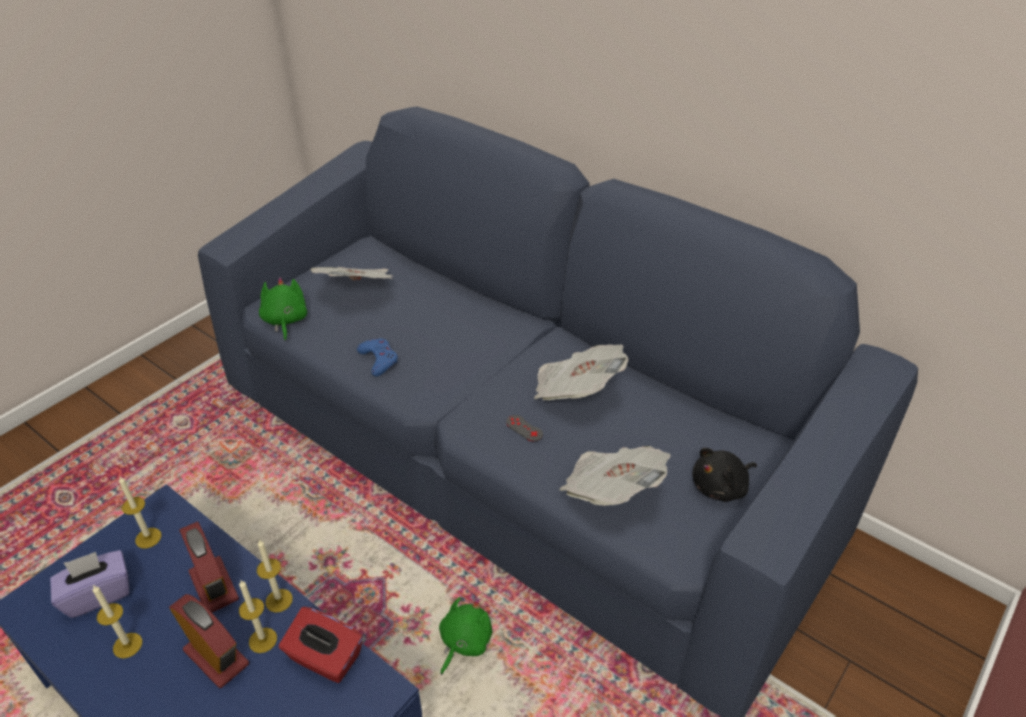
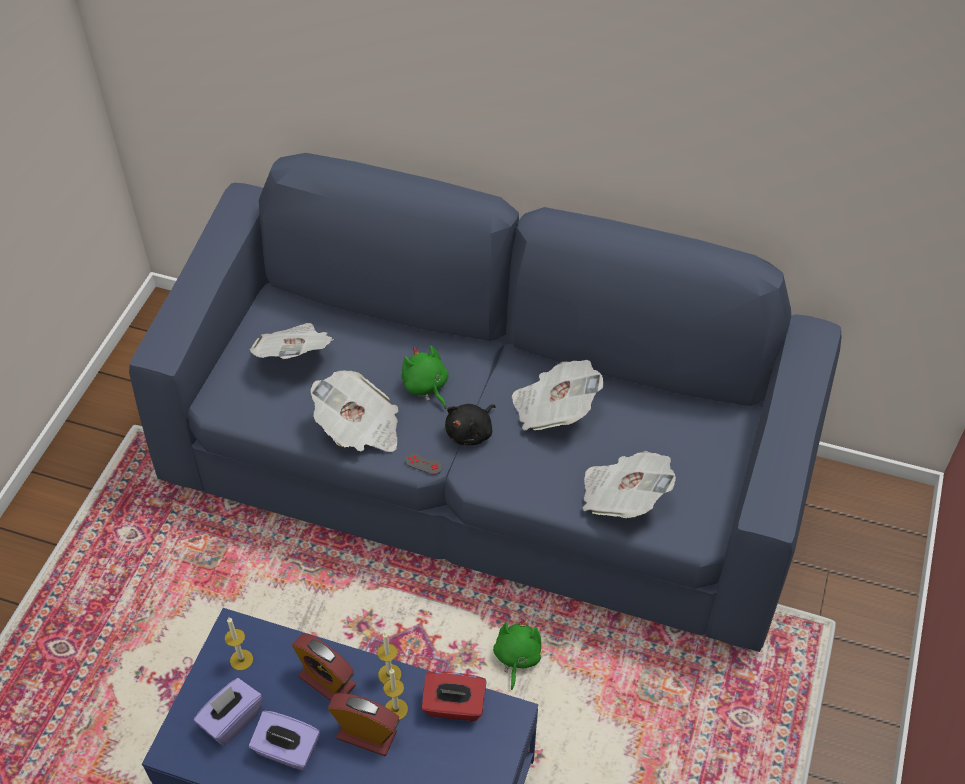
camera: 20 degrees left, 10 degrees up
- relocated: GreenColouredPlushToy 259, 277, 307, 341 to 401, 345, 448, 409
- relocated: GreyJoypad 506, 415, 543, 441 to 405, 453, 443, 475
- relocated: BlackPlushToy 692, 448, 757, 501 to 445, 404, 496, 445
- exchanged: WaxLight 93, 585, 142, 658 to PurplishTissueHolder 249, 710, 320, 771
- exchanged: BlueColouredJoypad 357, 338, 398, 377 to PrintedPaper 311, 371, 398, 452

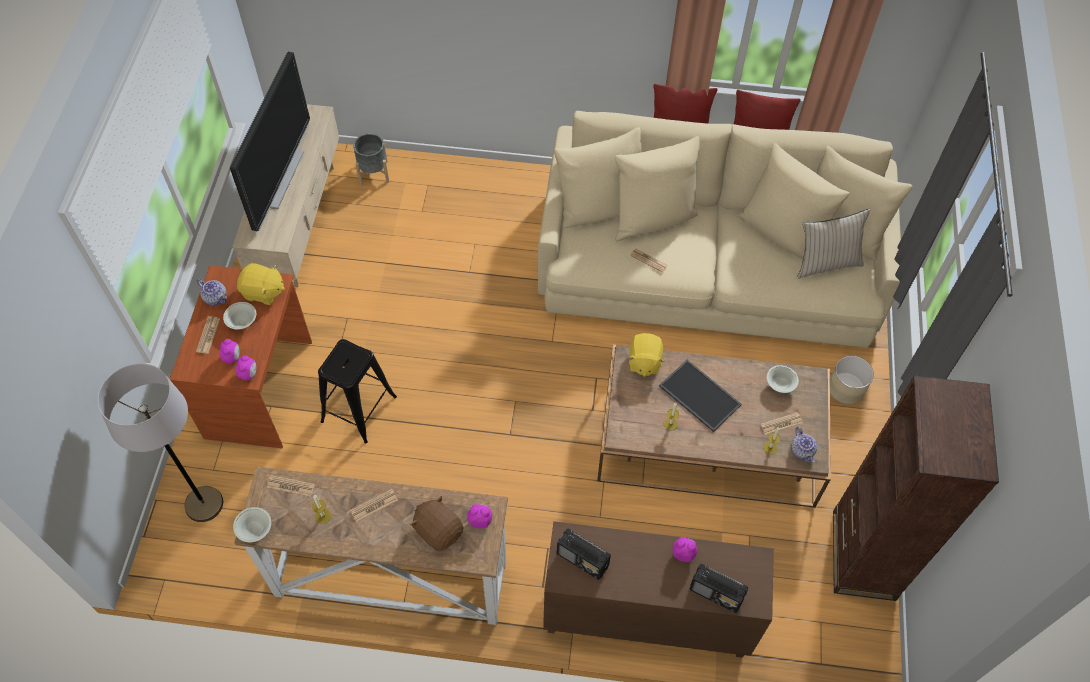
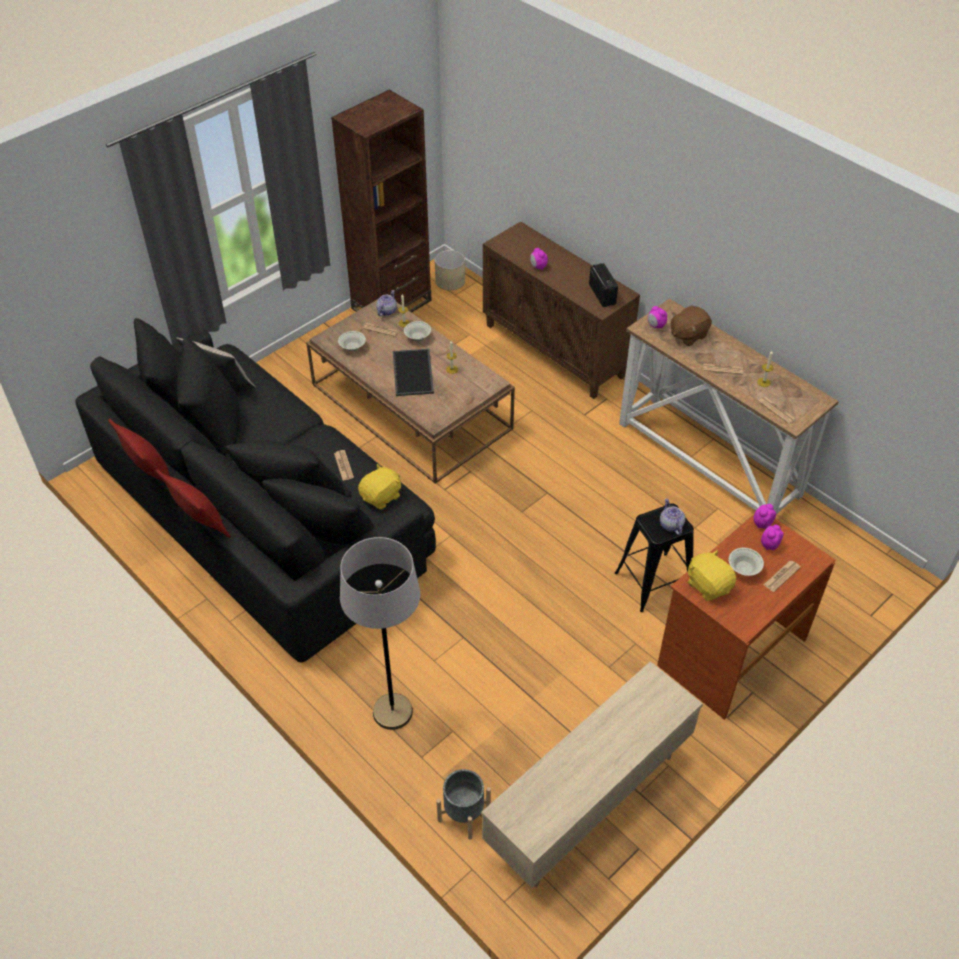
camera: 140 degrees left, 10 degrees down
- missing: Television 230, 52, 310, 231
- missing: RadioReceiver 690, 564, 748, 613
- relocated: GreyStandardLamp 97, 363, 223, 522 to 340, 537, 420, 730
- relocated: PotForTea 197, 279, 227, 306 to 660, 498, 685, 535
- relocated: WhitishServingBowl 233, 507, 271, 542 to 404, 321, 431, 341
- relocated: YellowPlushToy 628, 333, 664, 377 to 358, 464, 401, 509
- relocated: SandColouredPlantPot 830, 355, 874, 404 to 434, 250, 465, 291
- colour: SandColouredSofa 538, 111, 912, 348 to BlackSofa 75, 318, 436, 662
- spun: BrownPlushToy 411, 496, 463, 551 = 671, 305, 712, 346 60 degrees clockwise

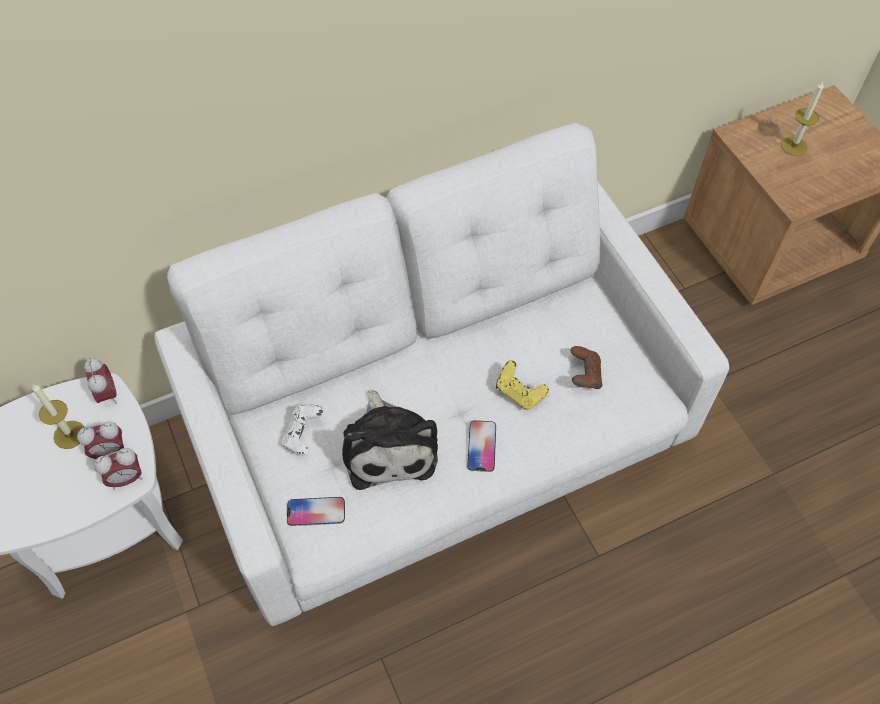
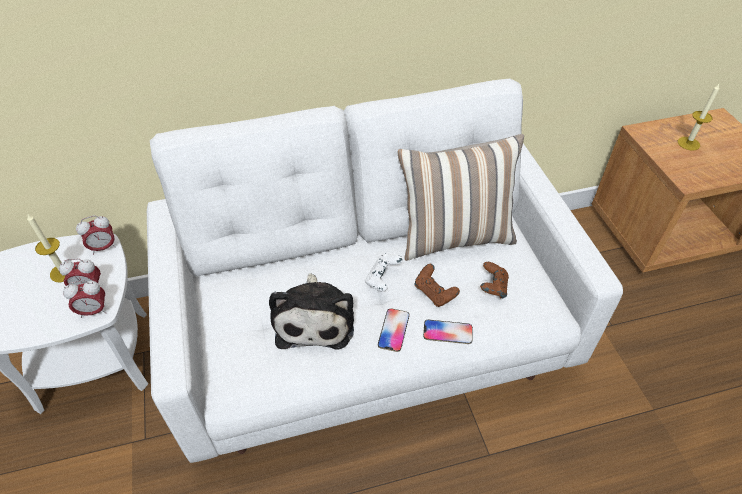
camera: 10 degrees right, 10 degrees down
- appeared: Pillow 397, 134, 524, 261
- relocated: WhitishJoypad 281, 405, 324, 455 to 365, 253, 403, 292
- relocated: Handset 287, 497, 345, 526 to 423, 320, 473, 344
- colour: YellowJoypad 496, 360, 549, 410 to BrownJoypad 414, 264, 460, 307
- spun: BedsideClock 84, 358, 117, 404 = 76, 215, 116, 255 75 degrees clockwise

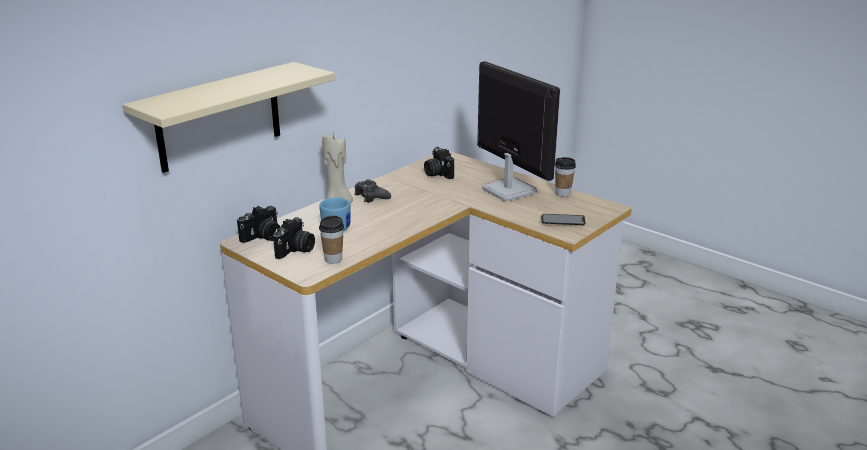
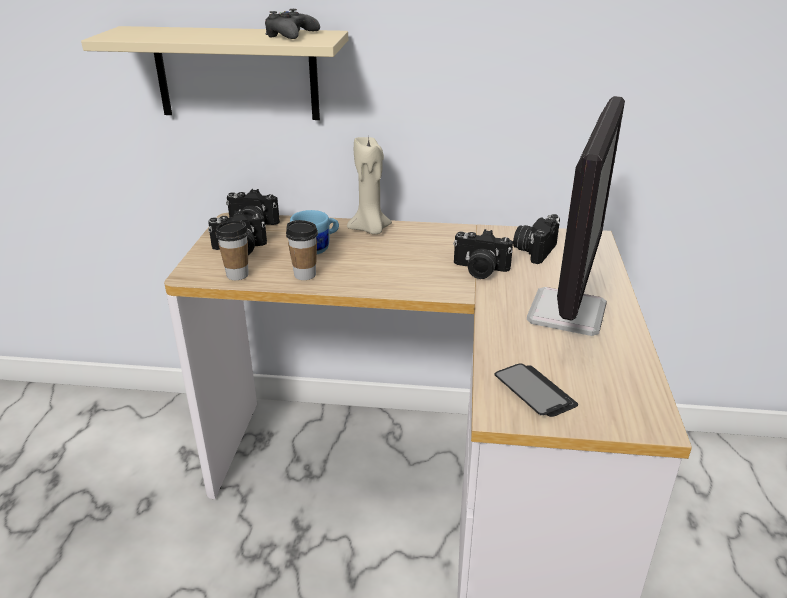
camera: 55 degrees right, 5 degrees up
- appeared: PhotoCamera 453, 229, 513, 279
- relocated: BlackJoypad 354, 179, 391, 203 to 265, 9, 320, 39
- relocated: SmallCup 555, 157, 576, 197 to 286, 220, 318, 280

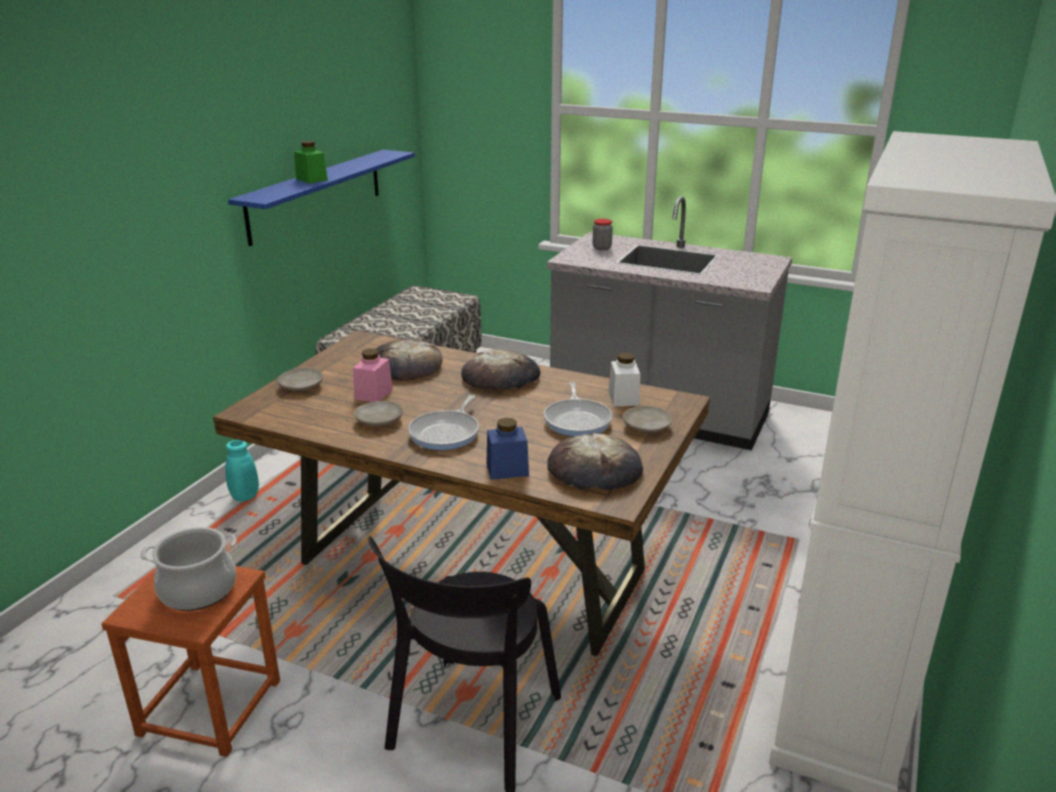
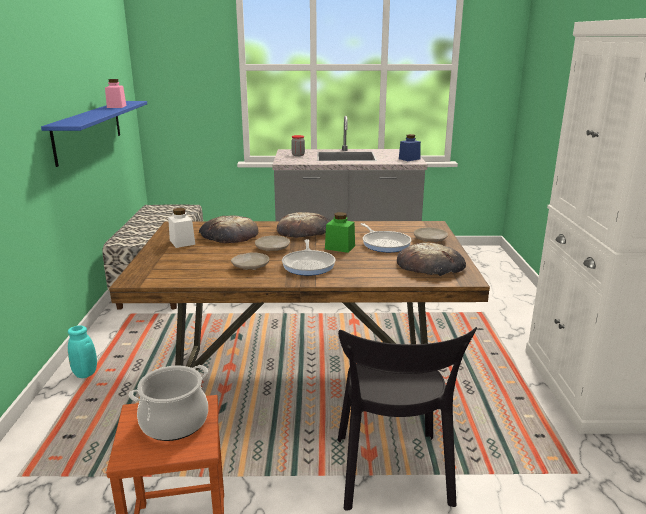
camera: 25 degrees left, 5 degrees down
- relocated: SandColouredDinnerPlate 277, 368, 323, 391 to 255, 235, 290, 251
- relocated: GreenColouredJar 294, 141, 328, 184 to 325, 212, 355, 253
- relocated: PinkishJar 353, 349, 393, 402 to 105, 79, 126, 108
- relocated: BlueColouredJar 486, 418, 529, 480 to 399, 134, 421, 161
- relocated: WhitishJar 608, 352, 640, 406 to 168, 208, 195, 248

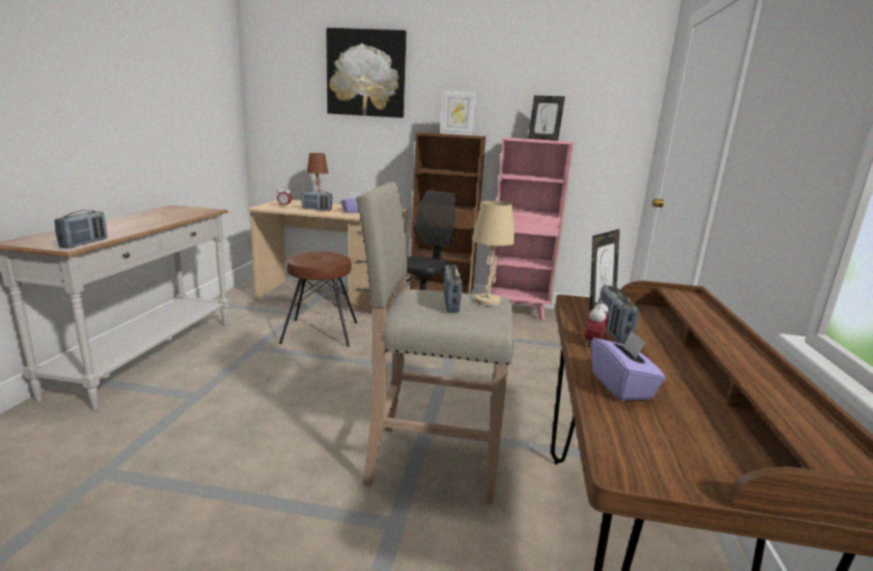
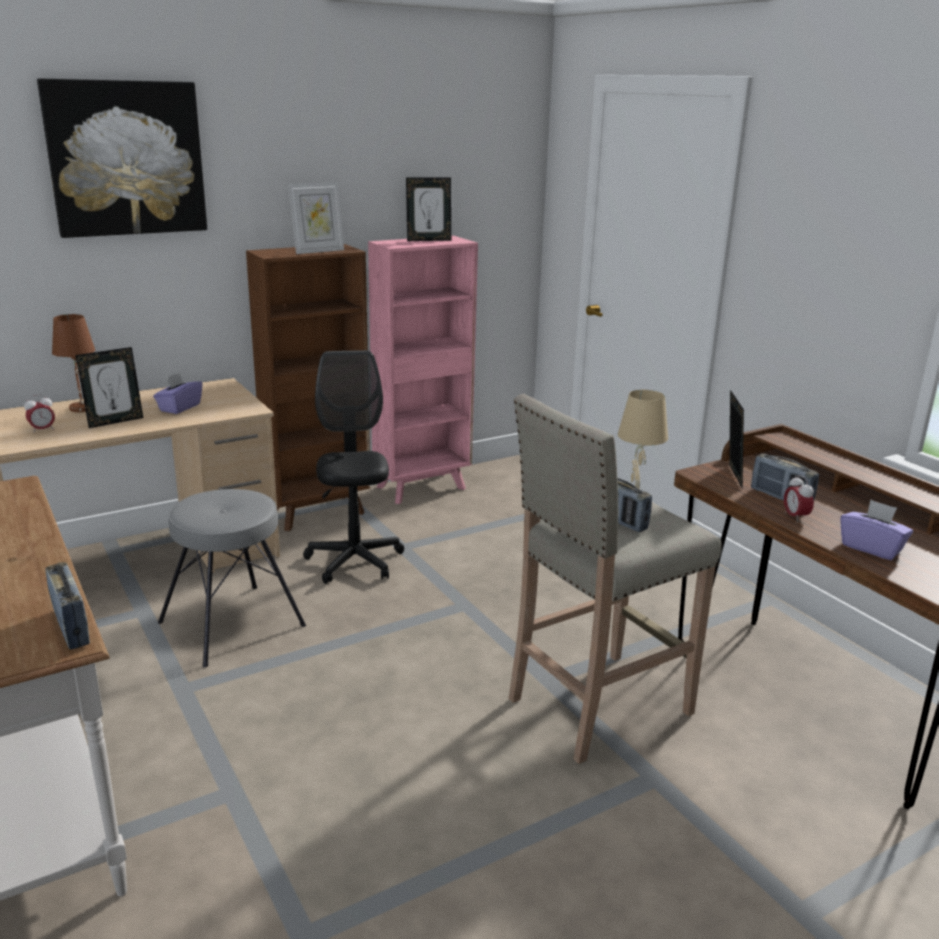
camera: 40 degrees left, 5 degrees up
- exchanged: RadioReceiver 302, 190, 332, 211 to PhotoFrame 76, 347, 143, 428
- colour: BrownSittingStool 279, 251, 357, 347 to GreySittingStool 158, 489, 306, 667

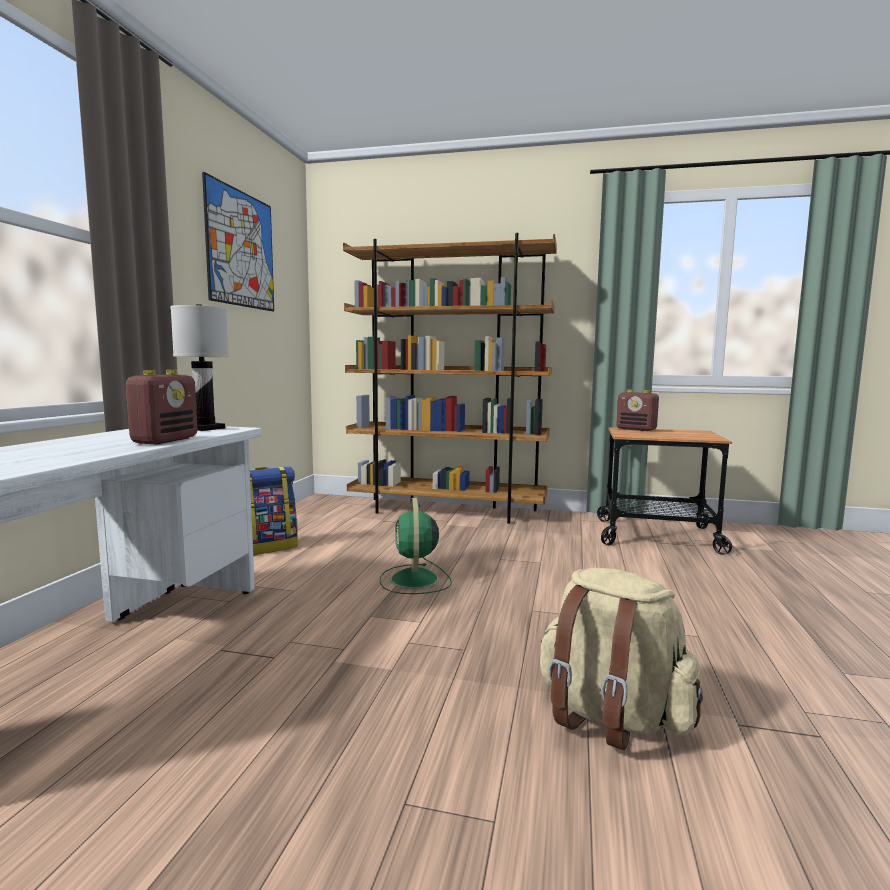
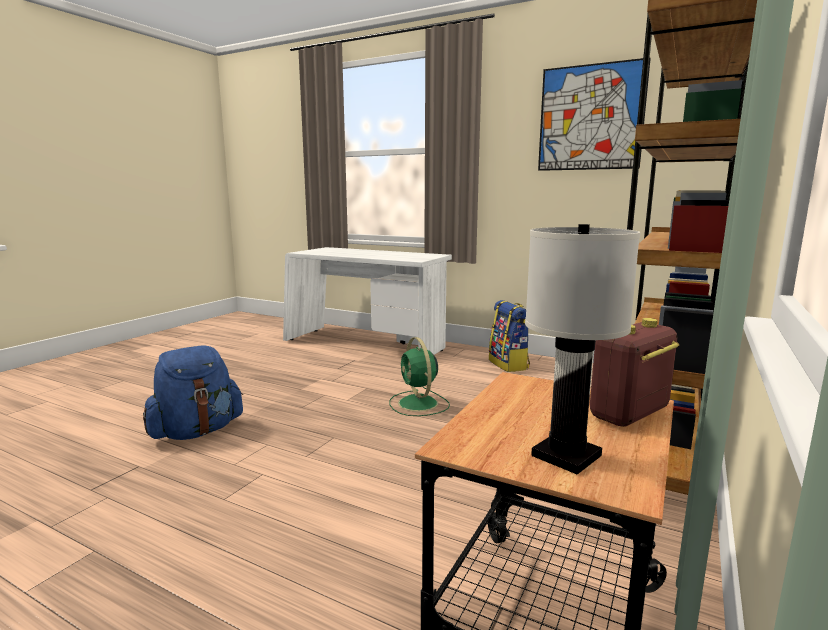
camera: 105 degrees right, 5 degrees up
- missing: RadioReceiver 126, 370, 198, 444
- relocated: WhitishTableLamp 170, 304, 229, 431 to 525, 224, 640, 474
- colour: SandColouredBackpack 540, 568, 703, 750 to BlueColouredBackpack 143, 345, 243, 440
- spun: GreenColouredCoolingFan 380, 498, 452, 594 = 390, 337, 450, 416 120 degrees counterclockwise

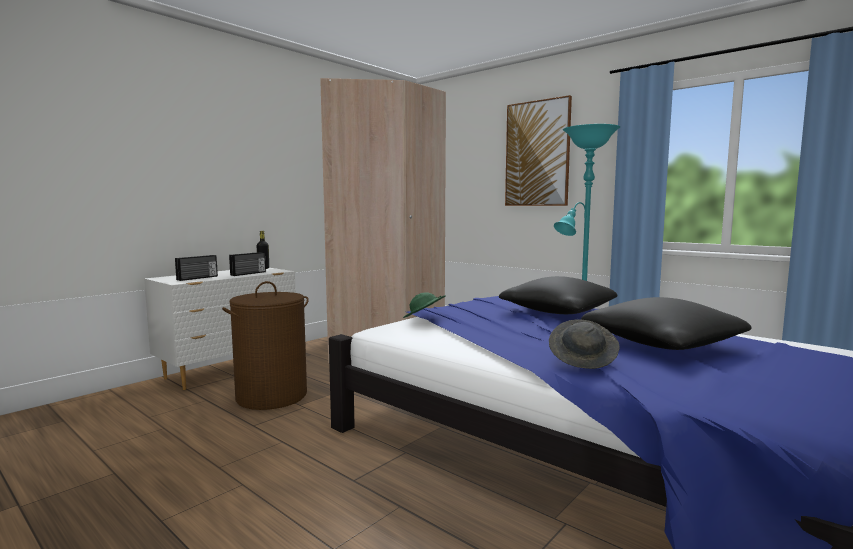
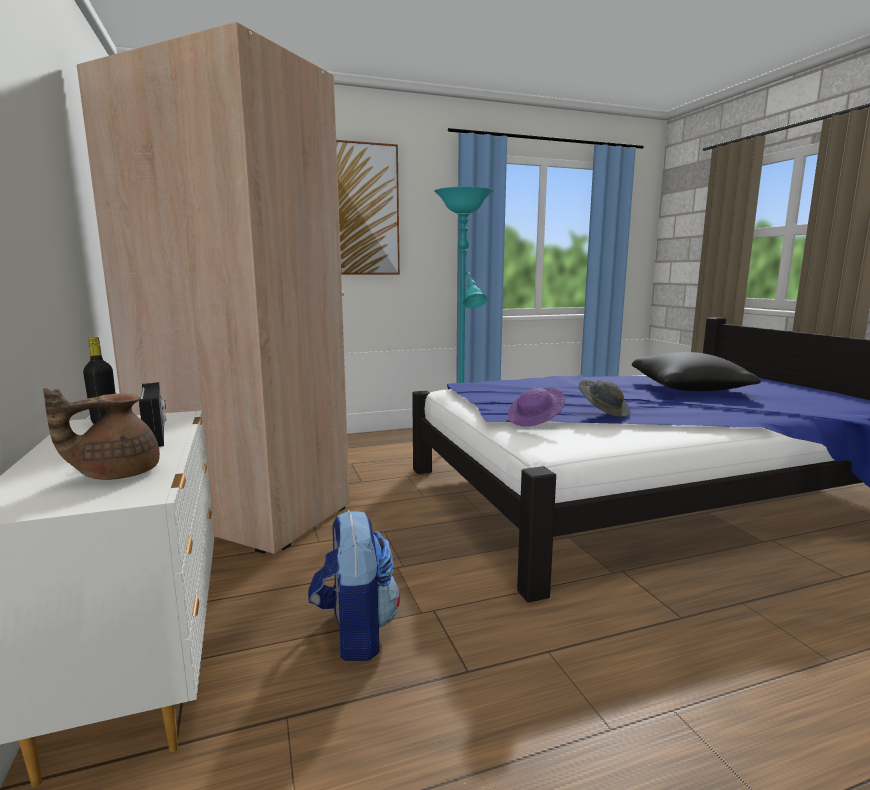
camera: 60 degrees left, 5 degrees up
- missing: BlackPillow 499, 276, 618, 314
- relocated: GreyHat 549, 319, 619, 369 to 579, 380, 631, 417
- exchanged: RadioReceiver 175, 255, 218, 281 to BrownPotForTea 43, 388, 160, 480
- exchanged: BrownLaundryBasket 222, 281, 309, 410 to Backpack 308, 510, 400, 661
- colour: GreenColouredHat 403, 292, 446, 318 to PurplishHat 508, 387, 565, 427

